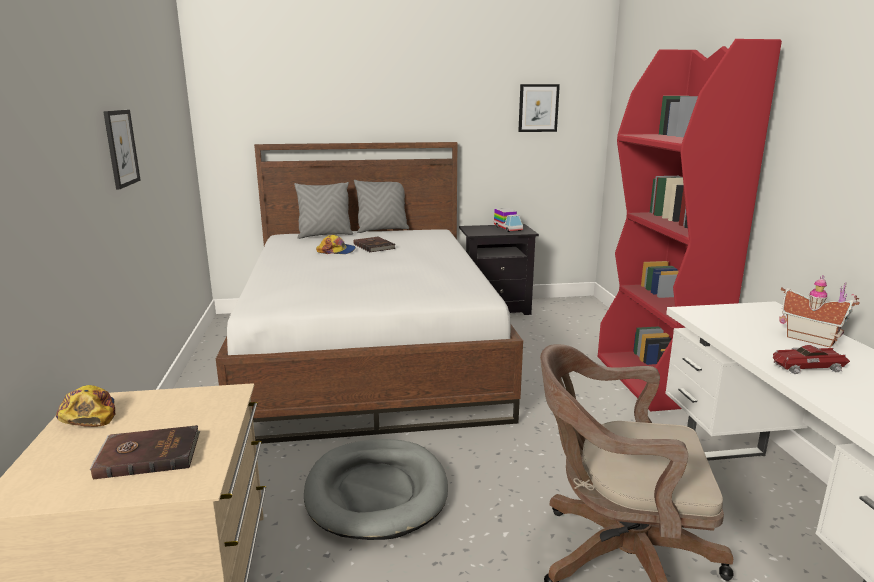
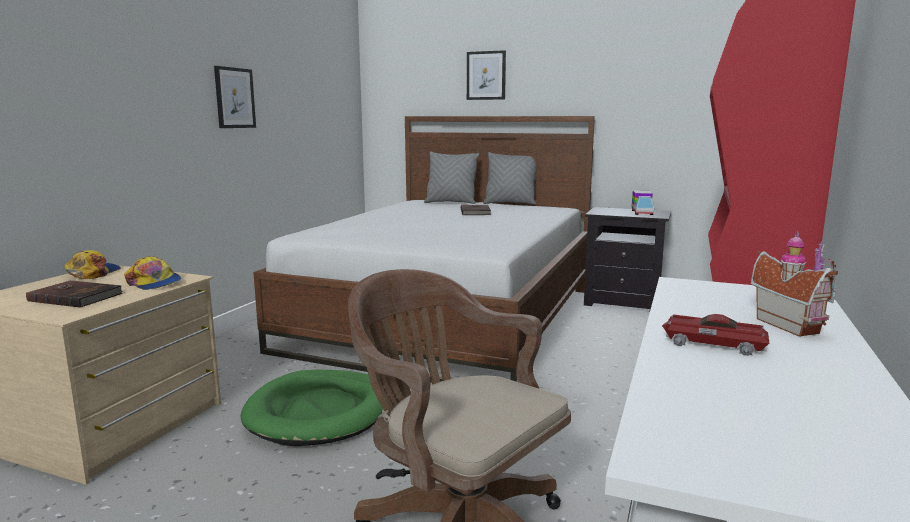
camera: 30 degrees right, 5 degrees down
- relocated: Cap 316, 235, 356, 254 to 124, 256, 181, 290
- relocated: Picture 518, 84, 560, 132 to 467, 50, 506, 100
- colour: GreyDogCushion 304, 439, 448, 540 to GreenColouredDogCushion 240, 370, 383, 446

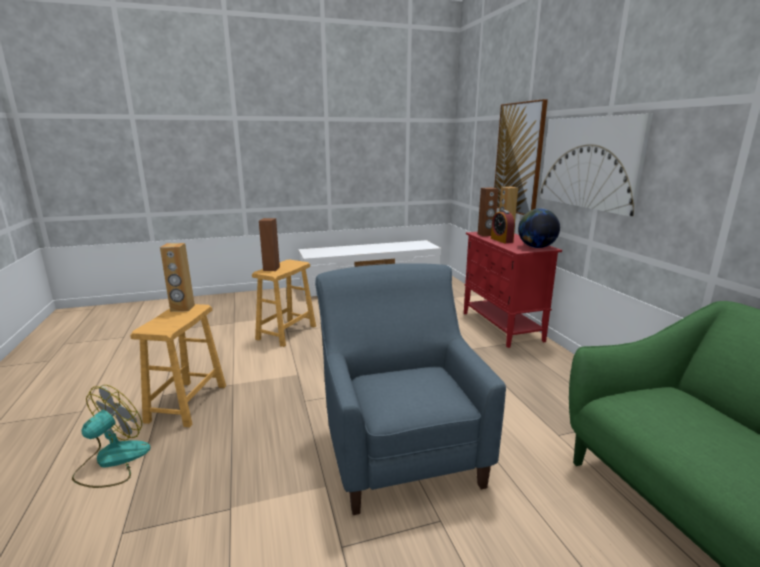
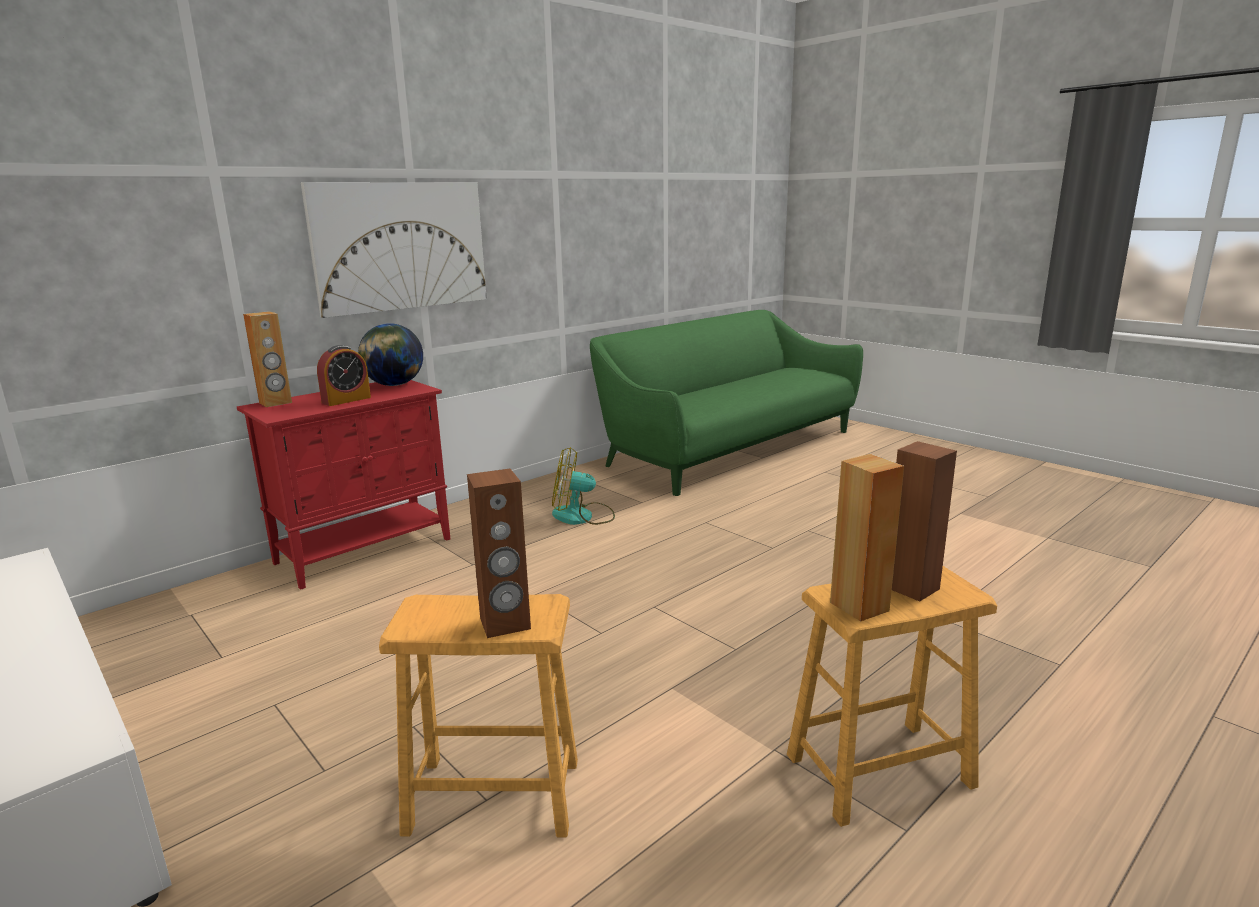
camera: 115 degrees left, 0 degrees up
- missing: BlueColouredEasyChair 315, 263, 506, 515
- missing: Picture 494, 99, 548, 215
- relocated: CoolingFan 72, 385, 151, 488 to 552, 447, 615, 525
- relocated: BrownAudioSpeaker 478, 187, 498, 236 to 892, 441, 957, 601

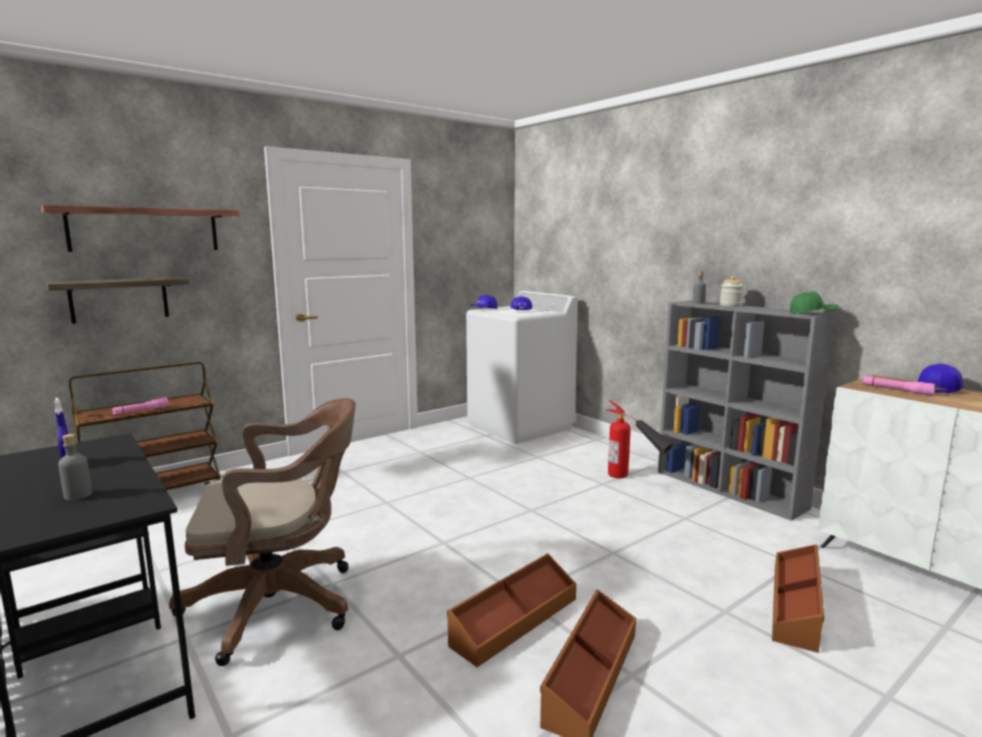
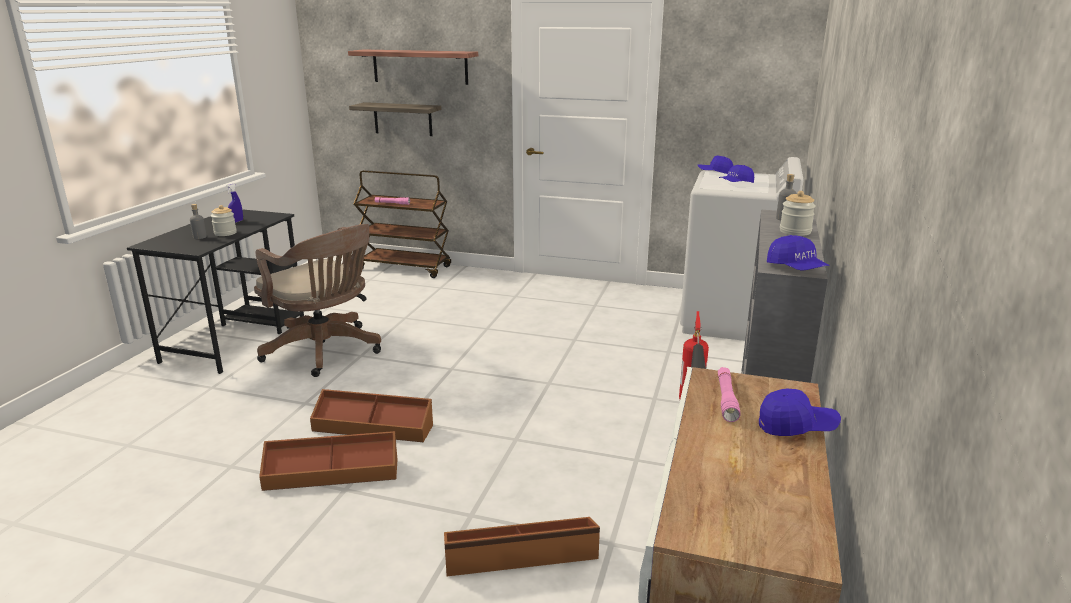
camera: 55 degrees right, 10 degrees up
- appeared: Jar 211, 205, 237, 236
- colour: GreenColouredCap 790, 292, 839, 314 to BlueColouredCap 767, 235, 830, 271

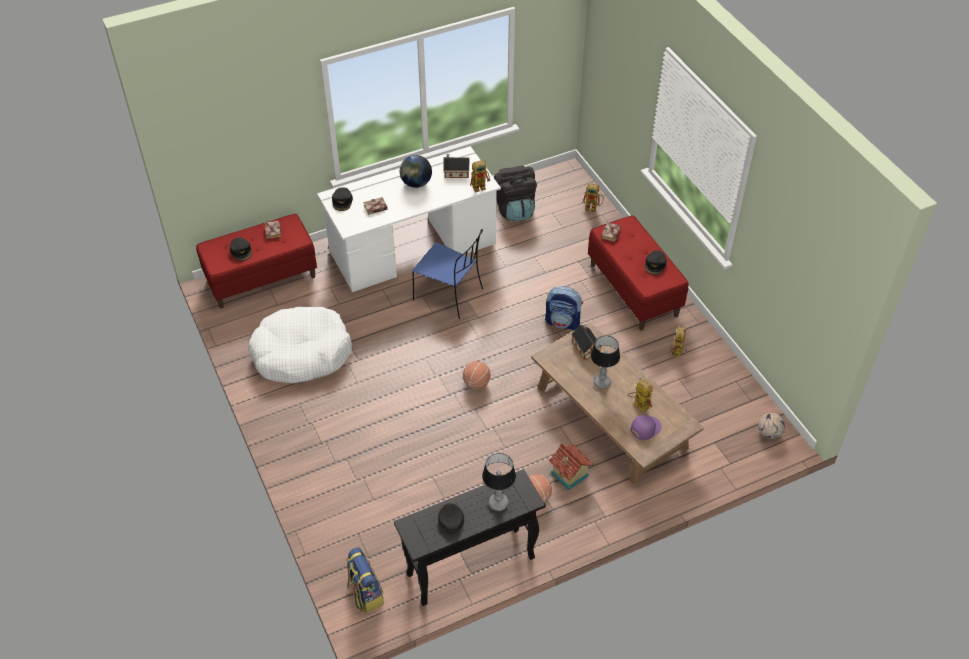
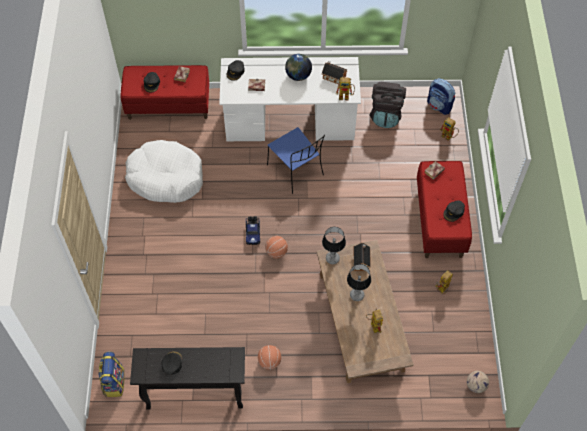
camera: 25 degrees right, 10 degrees up
- missing: ModelHouse 549, 443, 593, 490
- missing: PurplishCap 631, 415, 662, 440
- appeared: ToyTruck 246, 216, 260, 245
- relocated: TableLamp 482, 453, 516, 511 to 322, 227, 346, 264
- relocated: Backpack 545, 286, 583, 331 to 427, 78, 455, 115

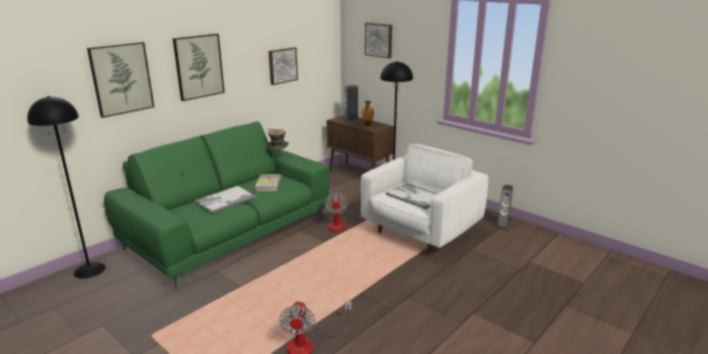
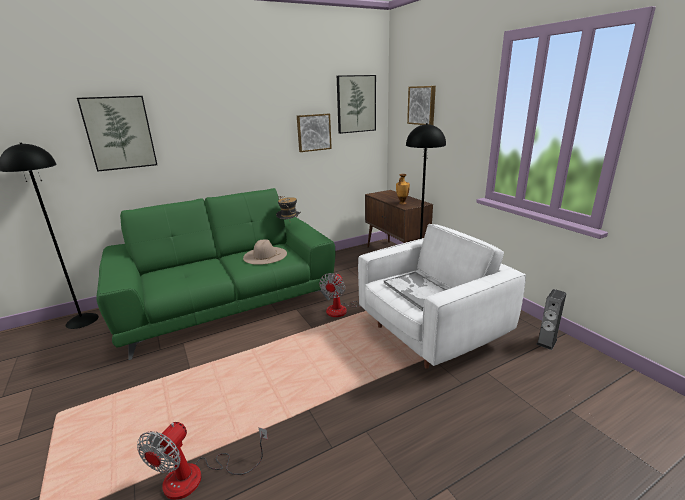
camera: 20 degrees right, 0 degrees up
- missing: ServingTray 194, 185, 257, 213
- missing: AudioSpeaker 344, 85, 359, 121
- relocated: Picture 173, 34, 225, 101 to 337, 75, 376, 134
- exchanged: BoundBook 255, 174, 281, 191 to SandColouredHat 243, 239, 287, 265

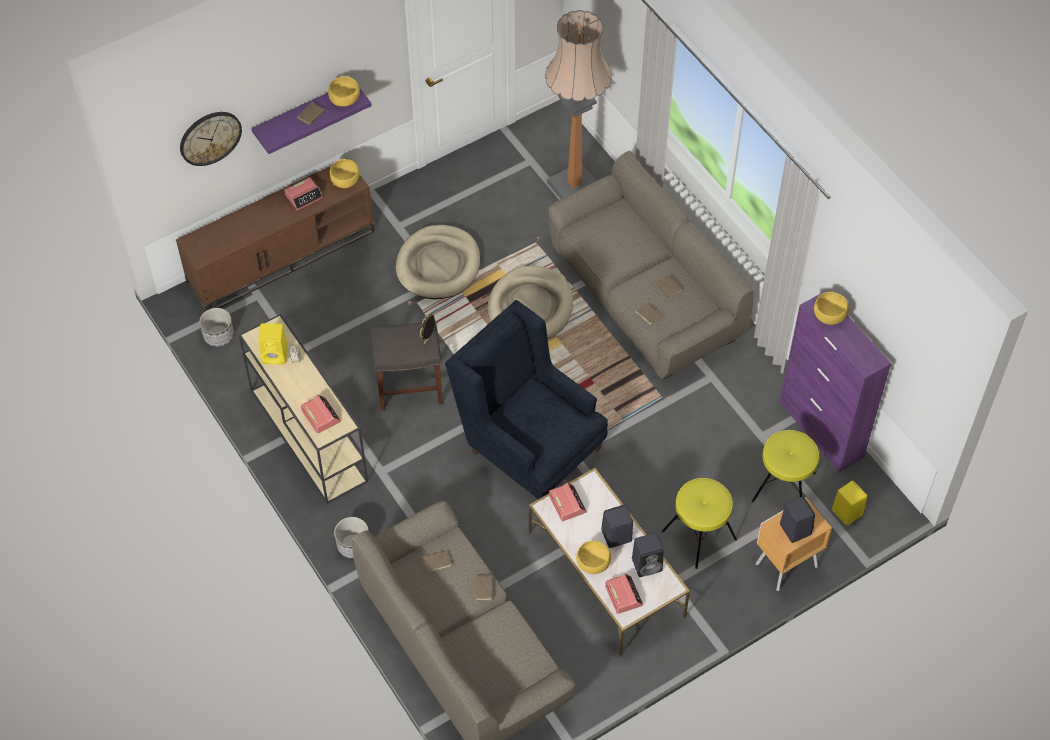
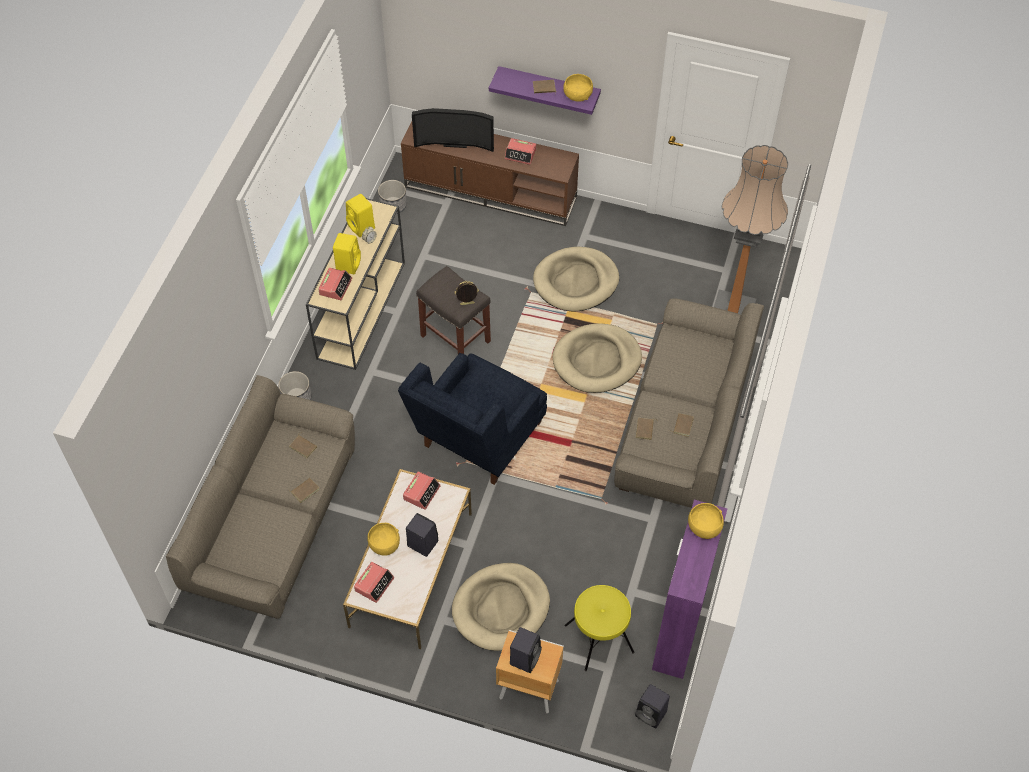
camera: 50 degrees right, 0 degrees up
- missing: WallClock 180, 112, 242, 166
- missing: YellowServingBowl 330, 159, 359, 188
- appeared: Television 412, 108, 494, 152
- relocated: BlackAudioSpeaker 632, 533, 664, 577 to 635, 684, 670, 728
- relocated: YellowAudioSpeaker 832, 481, 867, 526 to 333, 233, 361, 274
- exchanged: YellowSittingStool 661, 478, 737, 569 to SandColouredDogCushion 452, 563, 550, 651
- spun: BlueColouredEasyChair 445, 300, 608, 500 = 398, 353, 547, 485 150 degrees counterclockwise

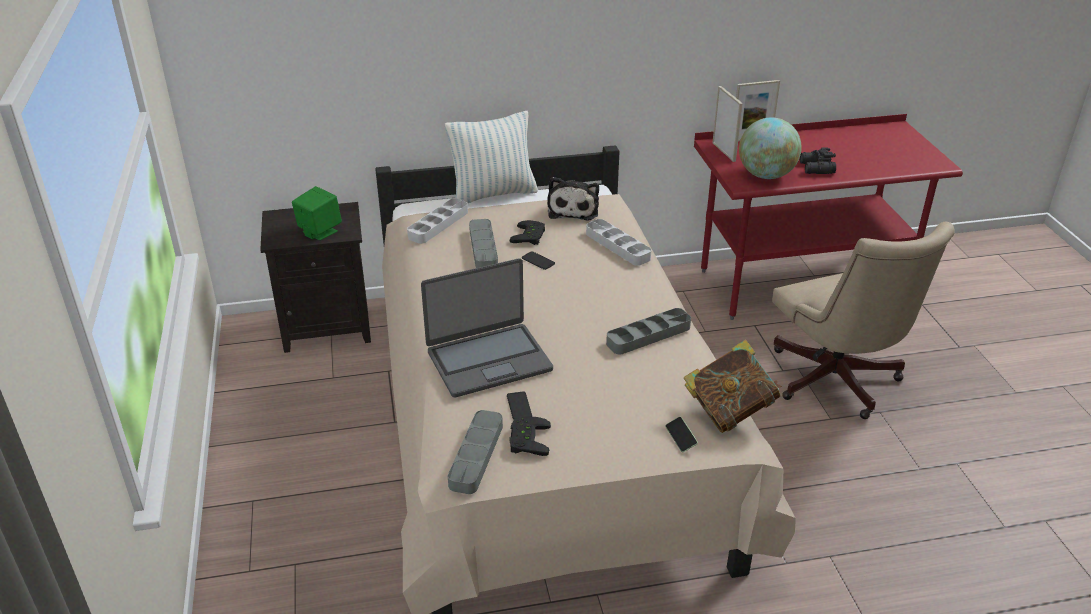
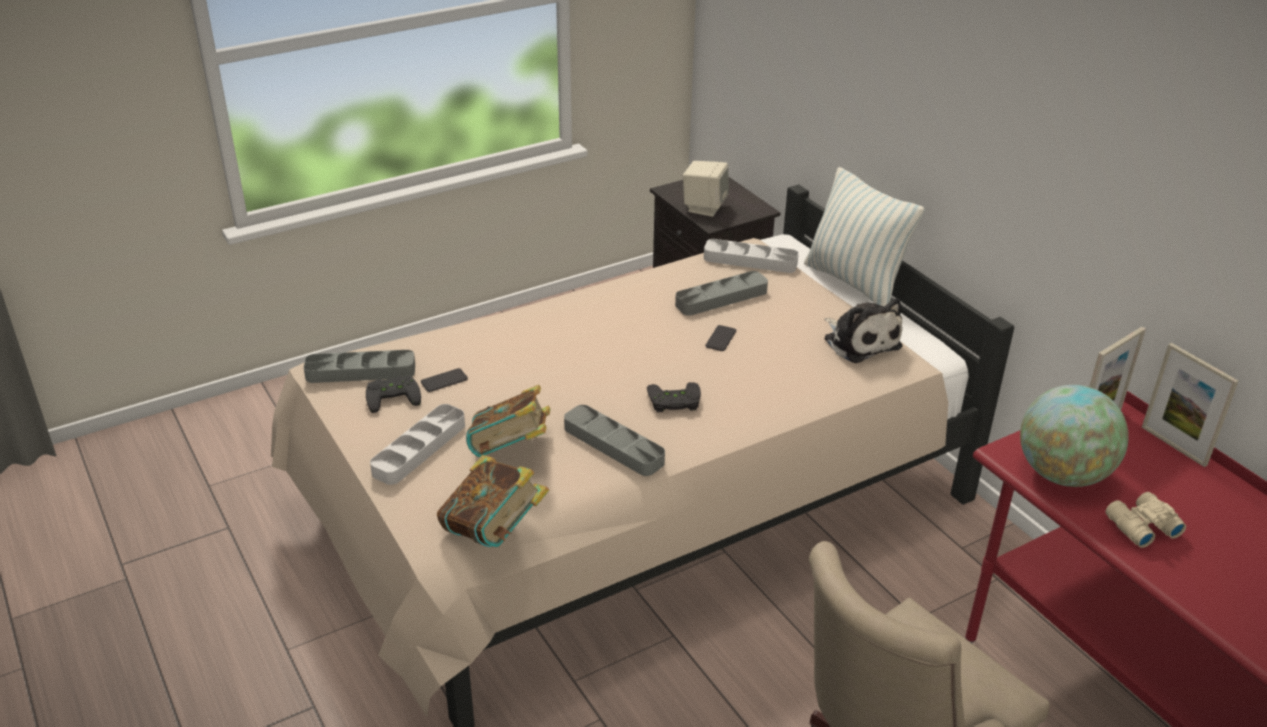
camera: 70 degrees right, 0 degrees up
- missing: Laptop 421, 258, 553, 398
- missing: Handset 665, 417, 698, 452
- appeared: BoundBook 466, 385, 551, 457
- relocated: BlackJoypad 510, 220, 545, 245 to 647, 382, 701, 412
- relocated: GreyServingTray 586, 219, 651, 266 to 370, 404, 465, 485
- colour: GreenColouredAudioSpeaker 292, 186, 342, 240 to SandColouredAudioSpeaker 683, 161, 729, 217
- colour: BlackPairOfBinoculars 800, 147, 836, 174 to SandColouredPairOfBinoculars 1105, 492, 1186, 548
- spun: PlushToy 547, 177, 599, 221 = 824, 298, 902, 363 105 degrees counterclockwise

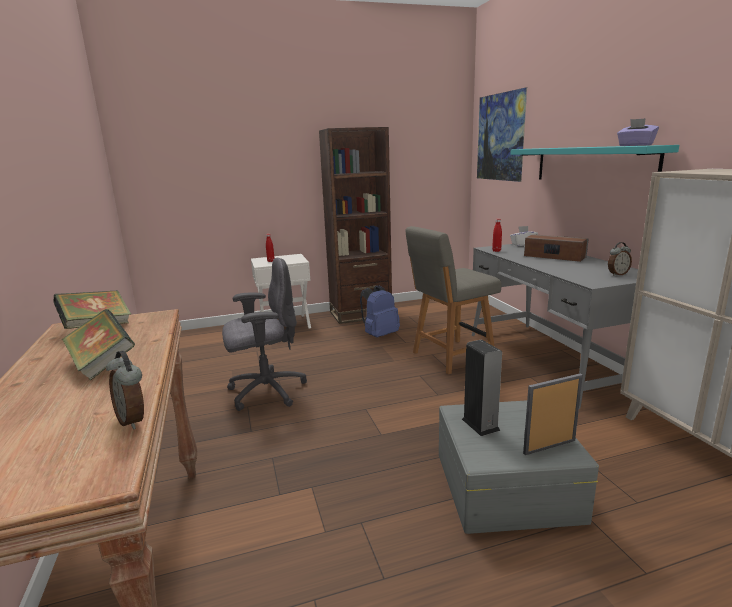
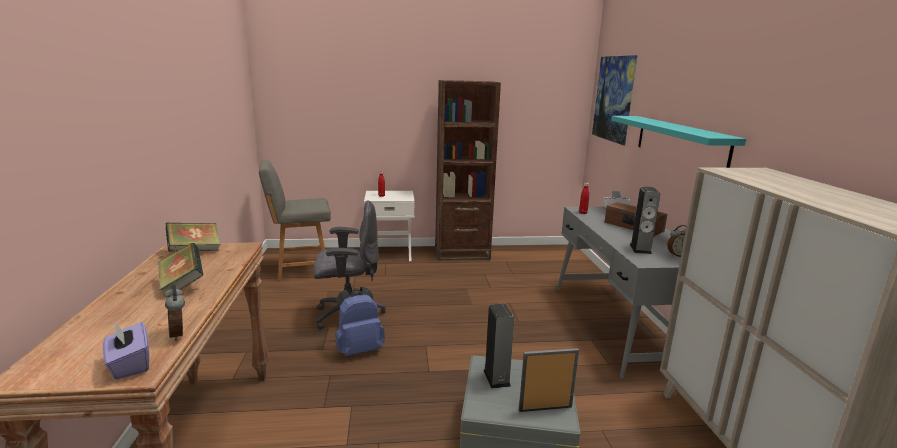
camera: 10 degrees right, 0 degrees up
- appeared: AudioSpeaker 630, 186, 660, 254
- relocated: BlueColouredBackpack 360, 285, 400, 338 to 335, 287, 385, 356
- relocated: GreyPlainChair 406, 226, 502, 374 to 259, 160, 331, 282
- relocated: PurplishTissueHolder 617, 118, 659, 146 to 103, 322, 149, 380

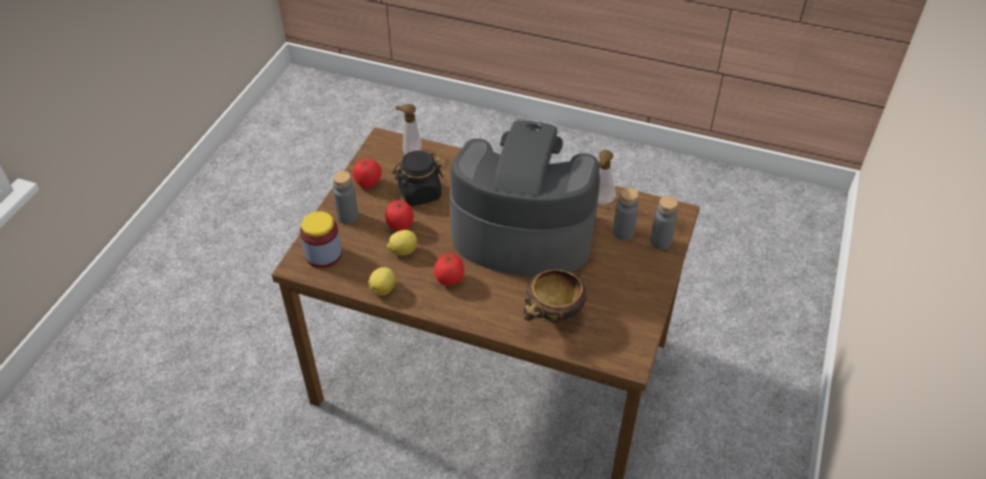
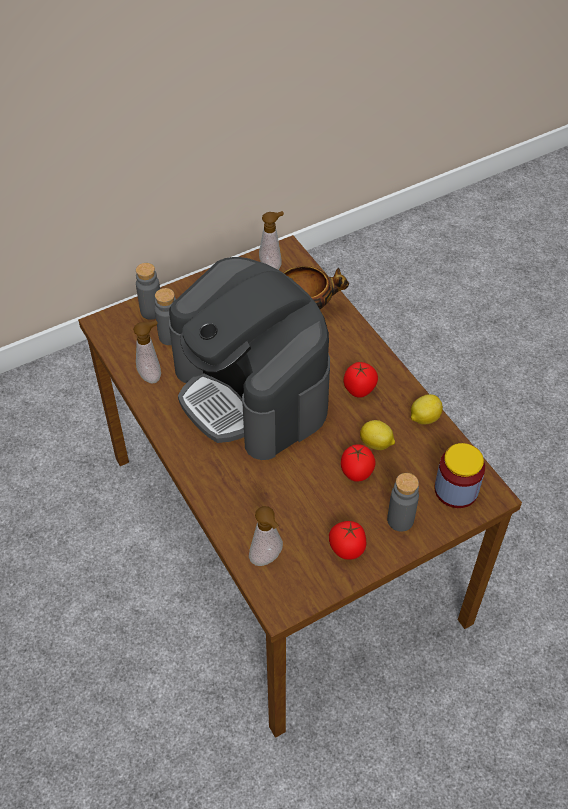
camera: 140 degrees left, 5 degrees up
- missing: BlackJar 393, 150, 443, 206
- appeared: SoapDispenser 259, 211, 284, 270

